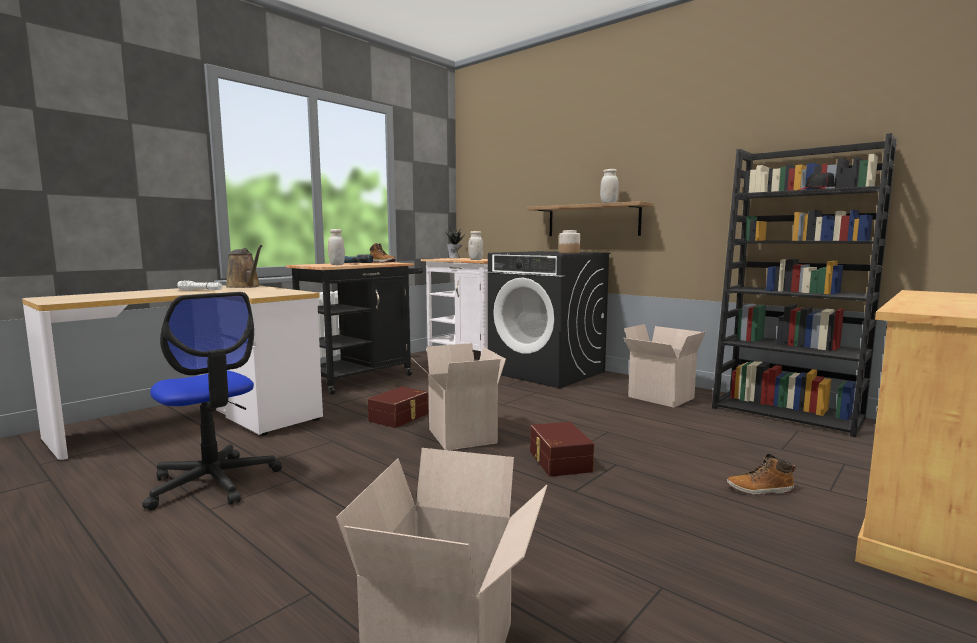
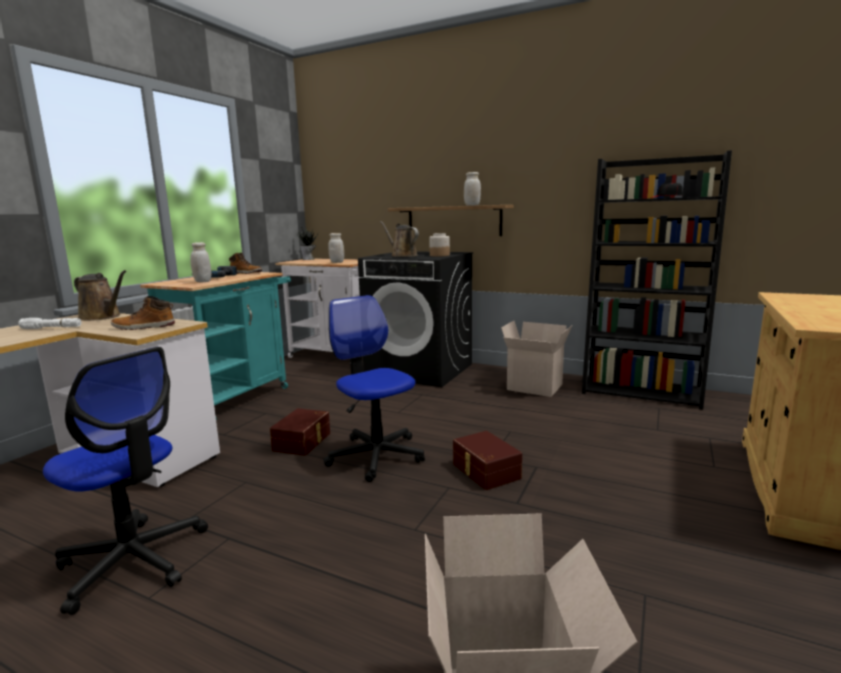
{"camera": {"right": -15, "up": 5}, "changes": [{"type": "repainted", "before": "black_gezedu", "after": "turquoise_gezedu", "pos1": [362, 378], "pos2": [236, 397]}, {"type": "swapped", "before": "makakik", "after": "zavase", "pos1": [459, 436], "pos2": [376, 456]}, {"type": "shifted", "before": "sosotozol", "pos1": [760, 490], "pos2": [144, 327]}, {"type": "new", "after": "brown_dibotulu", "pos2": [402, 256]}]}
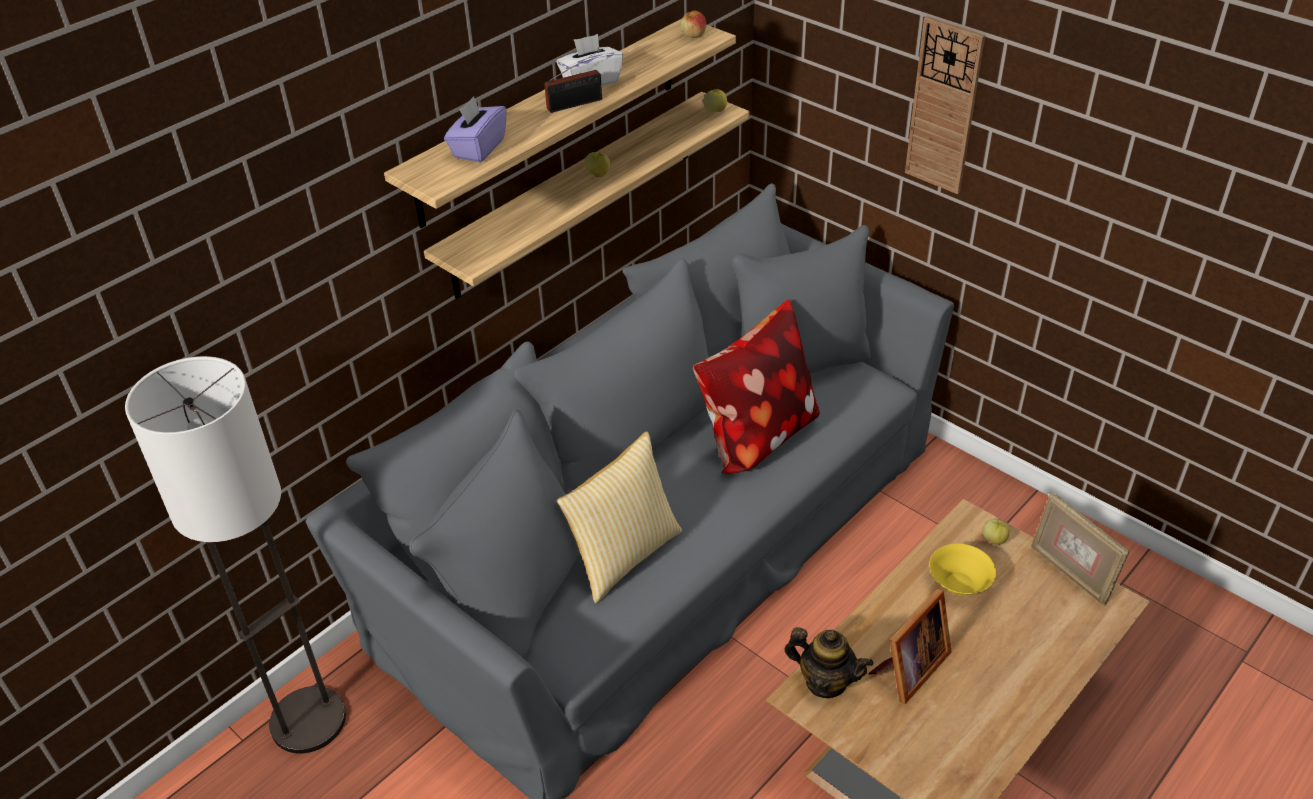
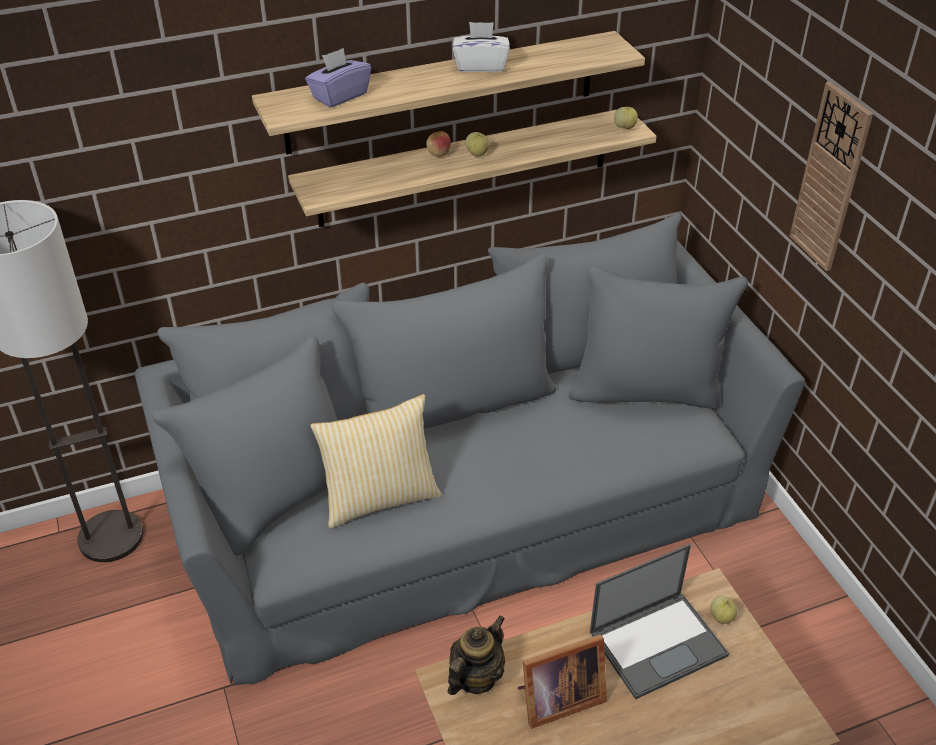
{"camera": {"right": 25, "up": 0}, "changes": [{"type": "gone", "before": "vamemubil", "pos1": [578, 103]}, {"type": "shifted", "before": "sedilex", "pos1": [693, 35], "pos2": [438, 153]}, {"type": "gone", "before": "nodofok", "pos1": [756, 435]}, {"type": "rotated", "before": "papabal", "pos1": [825, 682], "pos2": [475, 677], "turn": -105}, {"type": "swapped", "before": "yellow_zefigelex", "after": "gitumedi", "pos1": [958, 583], "pos2": [659, 643]}, {"type": "gone", "before": "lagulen", "pos1": [1070, 573]}]}
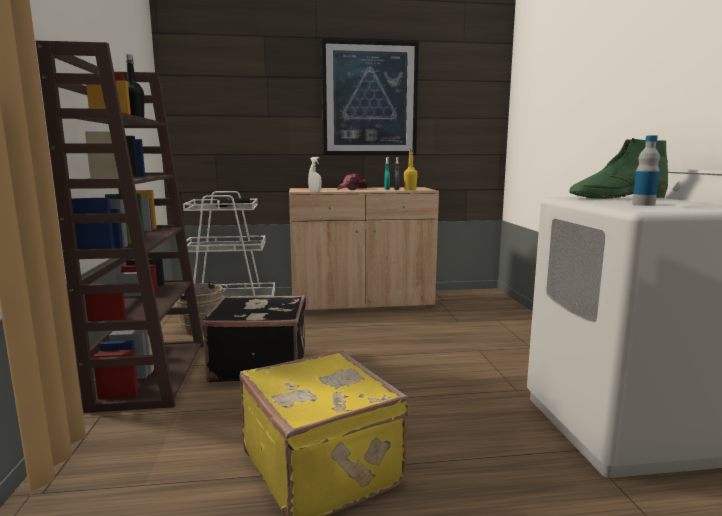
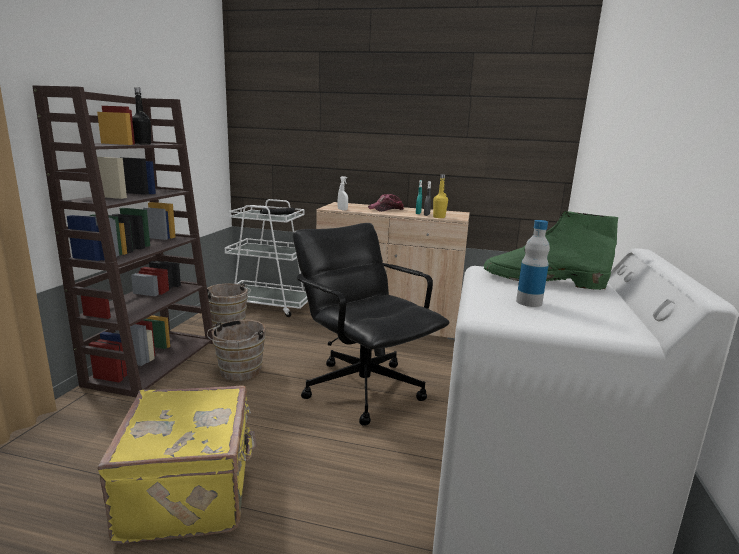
{"camera": {"right": 20, "up": 5}, "changes": [{"type": "swapped", "before": "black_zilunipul", "after": "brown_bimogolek", "pos1": [259, 365], "pos2": [238, 372]}, {"type": "gone", "before": "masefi", "pos1": [370, 99]}, {"type": "new", "after": "black_zavase", "pos2": [363, 388]}]}
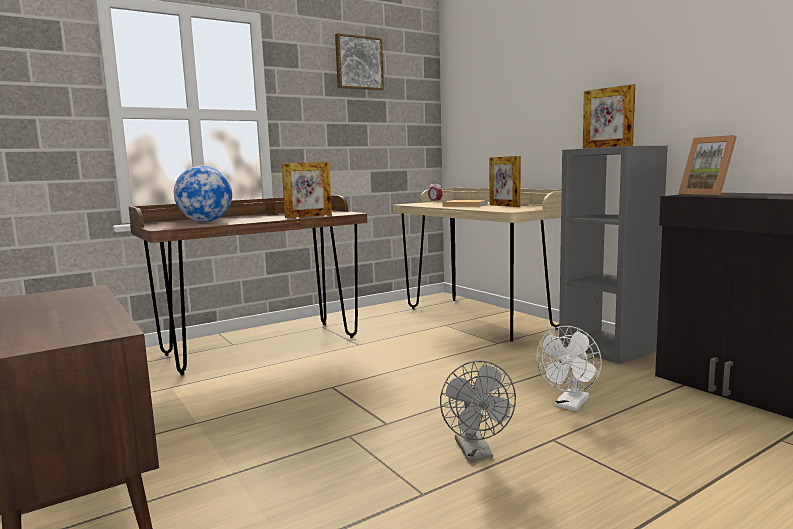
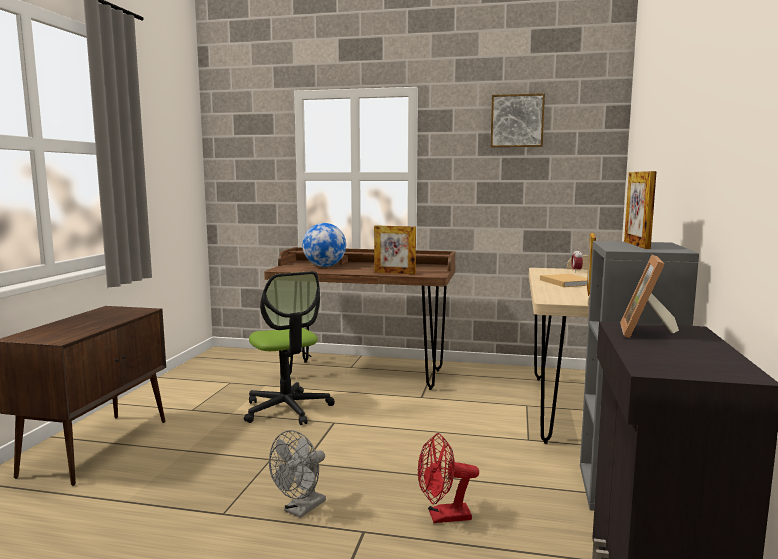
{"camera": {"right": 45, "up": 0}, "changes": [{"type": "repainted", "before": "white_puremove", "after": "red_puremove", "pos1": [570, 405], "pos2": [443, 517]}, {"type": "new", "after": "zavase", "pos2": [287, 409]}]}
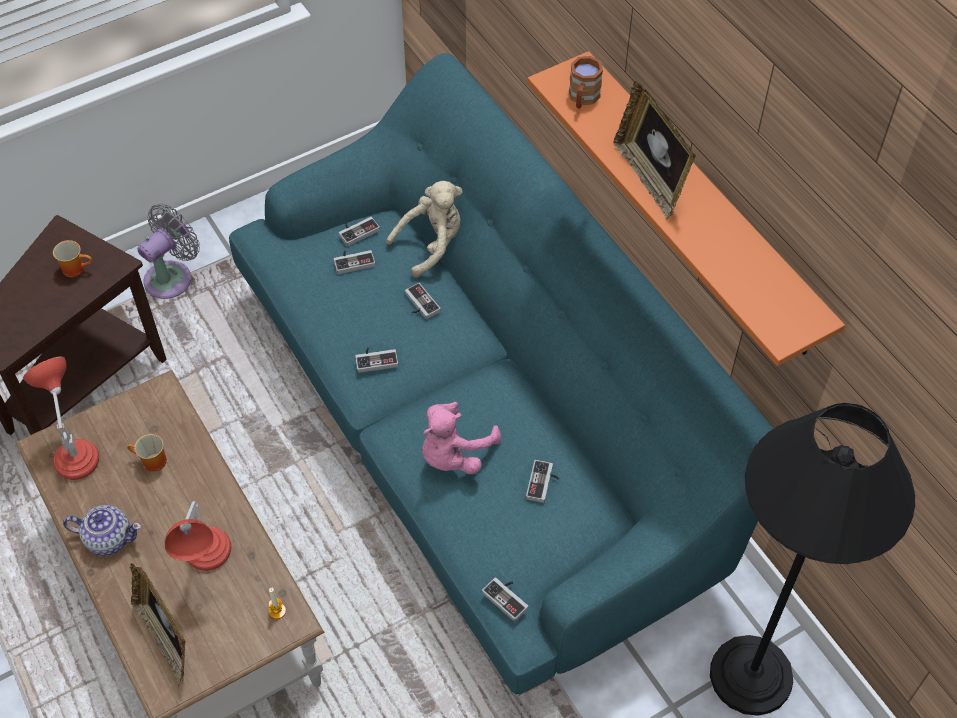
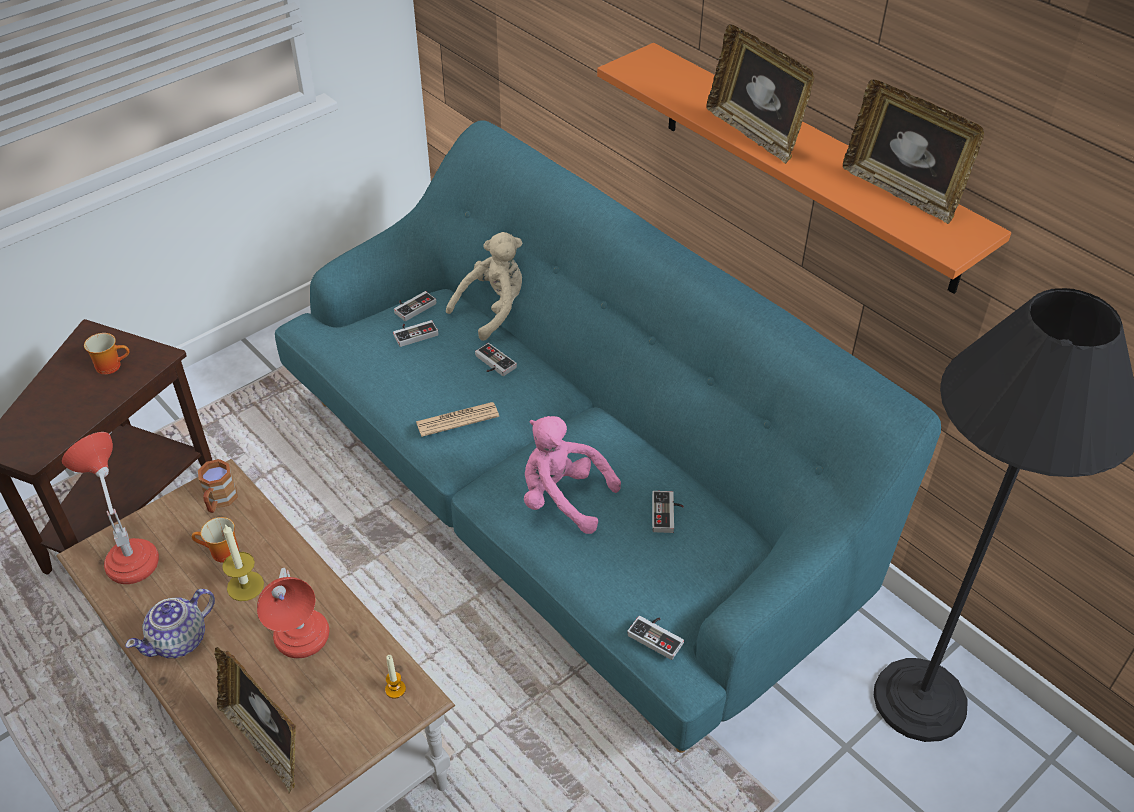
{"camera": {"right": -10, "up": -10}, "changes": [{"type": "rotated", "before": "papabal", "pos1": [108, 538], "pos2": [180, 640], "turn": 135}, {"type": "gone", "before": "grey_puremove", "pos1": [172, 277]}, {"type": "swapped", "before": "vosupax", "after": "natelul", "pos1": [376, 359], "pos2": [457, 419]}, {"type": "rotated", "before": "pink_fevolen", "pos1": [454, 454], "pos2": [562, 498], "turn": 90}, {"type": "shifted", "before": "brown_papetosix", "pos1": [582, 99], "pos2": [219, 501]}, {"type": "new", "after": "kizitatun", "pos2": [245, 586]}, {"type": "new", "after": "lagulen", "pos2": [902, 191]}]}
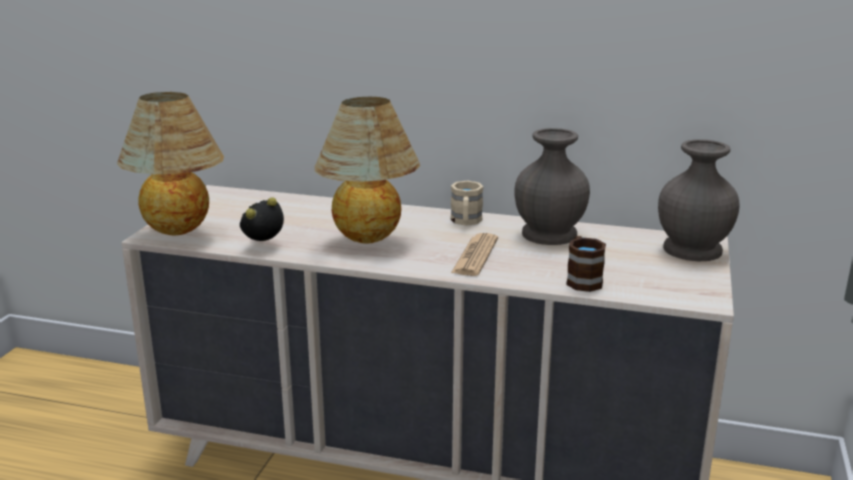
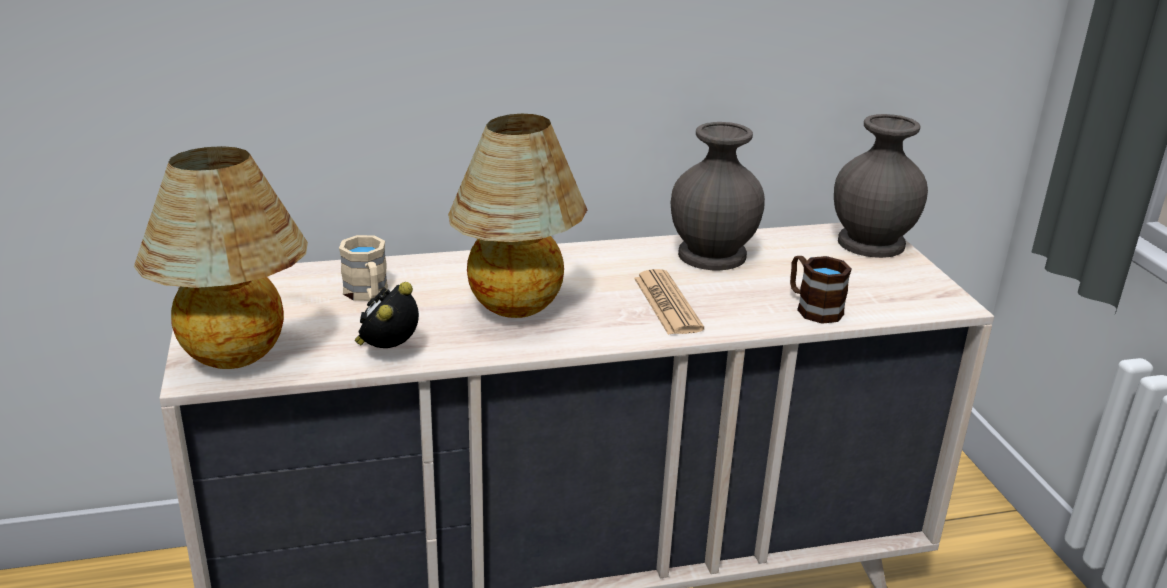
{"camera": {"right": -30, "up": 5}, "changes": [{"type": "shifted", "before": "beige_papetosix", "pos1": [466, 222], "pos2": [368, 295]}]}
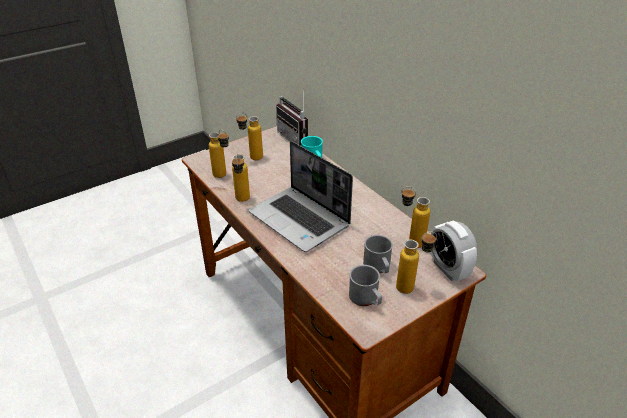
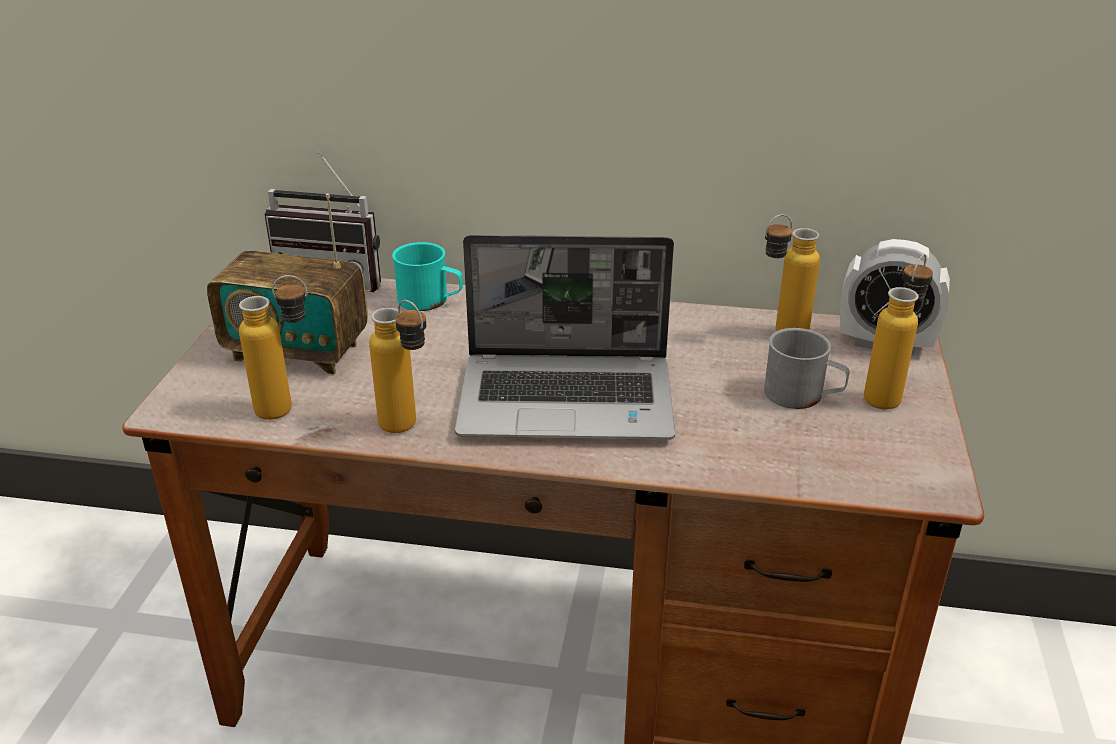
{"camera": {"right": -45, "up": -5}, "changes": [{"type": "swapped", "before": "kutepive", "after": "vamemubil", "pos1": [251, 159], "pos2": [297, 351]}, {"type": "gone", "before": "grey_papetosix", "pos1": [366, 299]}]}
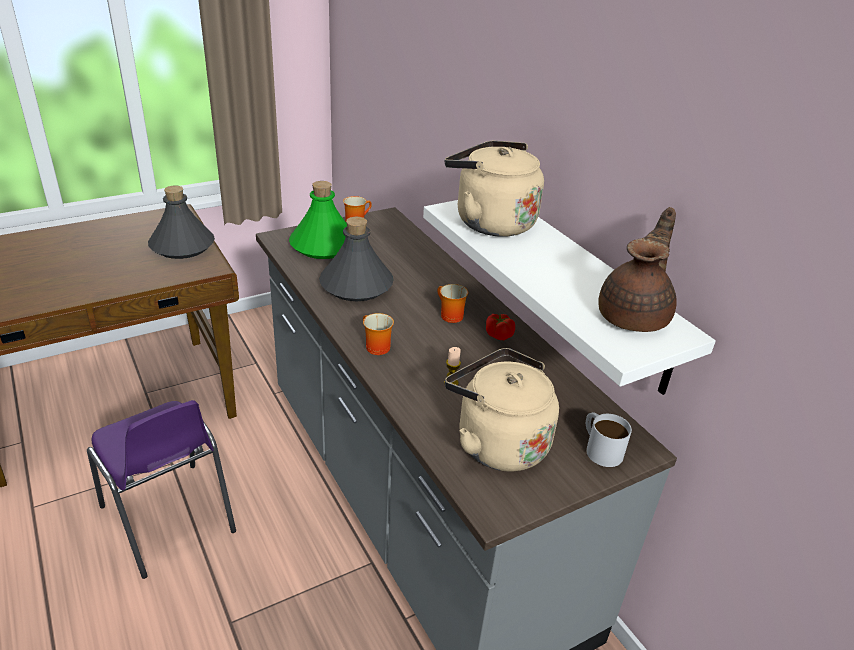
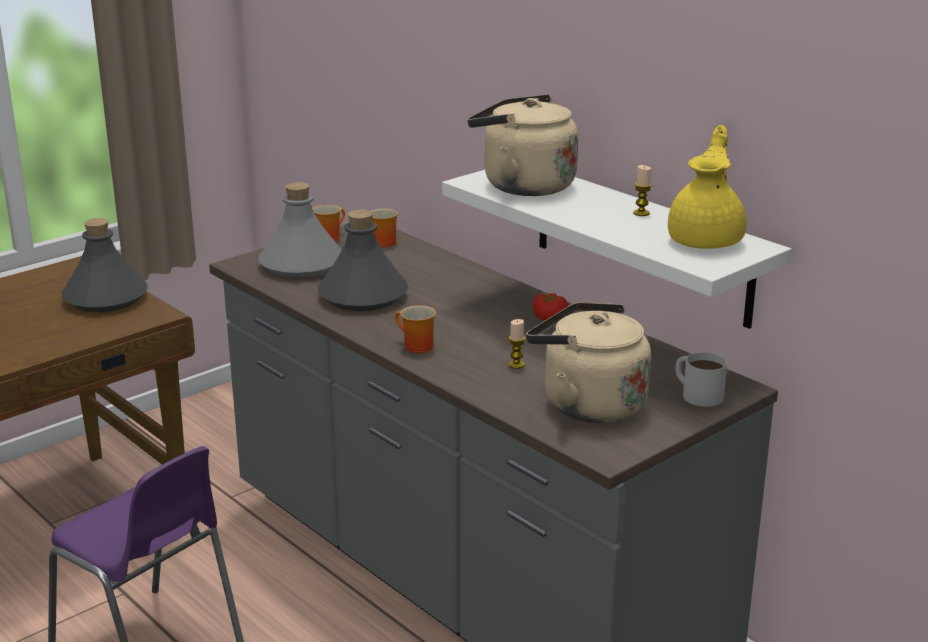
{"camera": {"right": -10, "up": -10}, "changes": [{"type": "repainted", "before": "green_kutepive", "after": "grey_kutepive", "pos1": [324, 245], "pos2": [302, 265]}, {"type": "shifted", "before": "papetosix", "pos1": [448, 315], "pos2": [380, 243]}, {"type": "repainted", "before": "brown_papabal", "after": "yellow_papabal", "pos1": [635, 316], "pos2": [707, 240]}, {"type": "new", "after": "kizitatun", "pos2": [641, 213]}]}
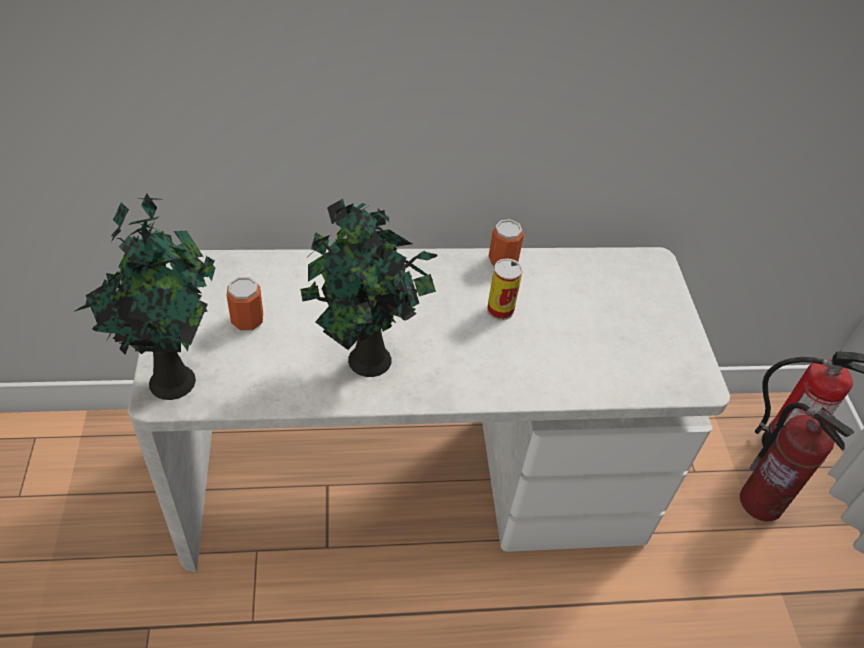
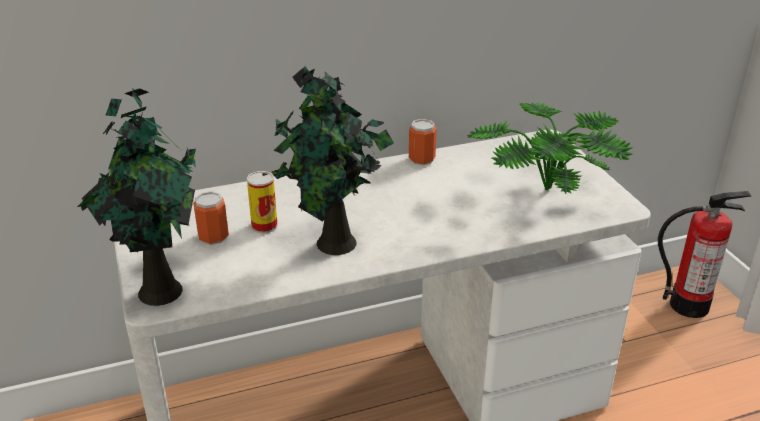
{"camera": {"right": -10, "up": -15}, "changes": [{"type": "shifted", "before": "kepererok", "pos1": [500, 310], "pos2": [264, 226]}, {"type": "gone", "before": "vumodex", "pos1": [761, 502]}, {"type": "new", "after": "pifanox", "pos2": [544, 194]}]}
